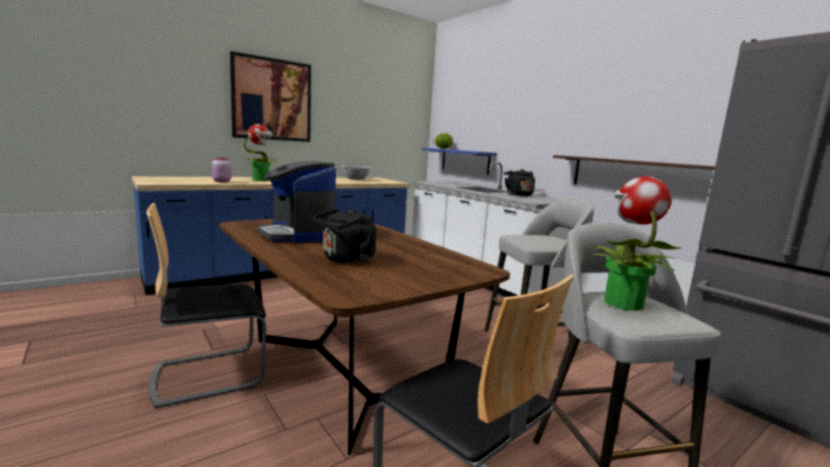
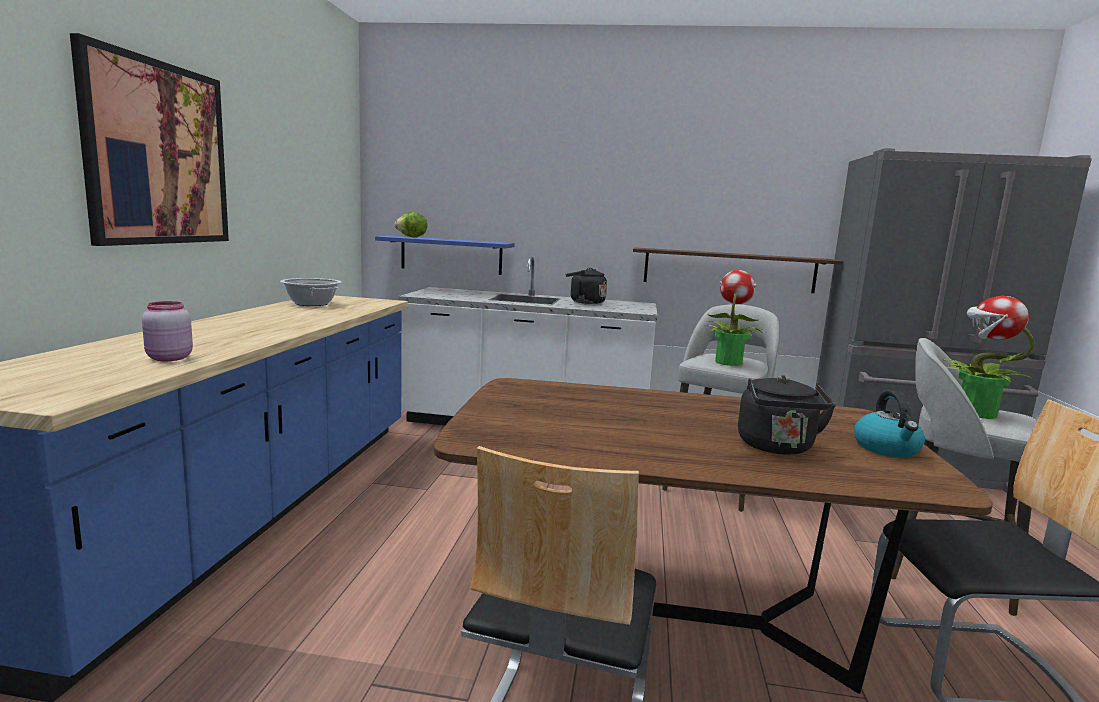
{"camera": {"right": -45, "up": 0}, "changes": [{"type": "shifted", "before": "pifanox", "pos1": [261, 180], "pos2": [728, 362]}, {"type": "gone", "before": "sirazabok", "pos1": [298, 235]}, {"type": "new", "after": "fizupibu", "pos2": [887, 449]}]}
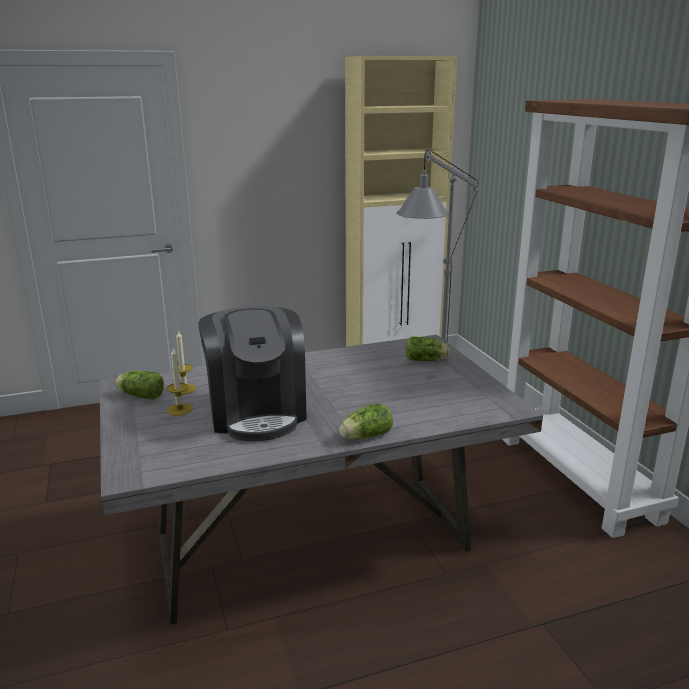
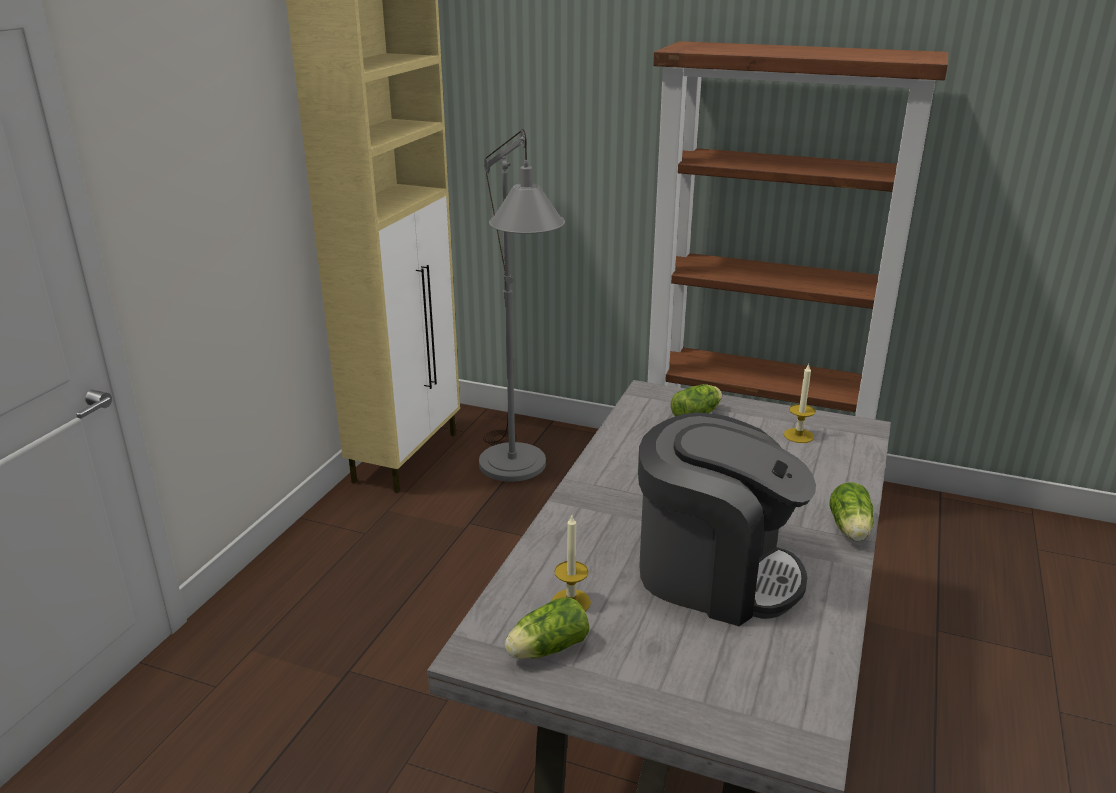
{"camera": {"right": -50, "up": 5}, "changes": [{"type": "shifted", "before": "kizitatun", "pos1": [179, 409], "pos2": [798, 435]}]}
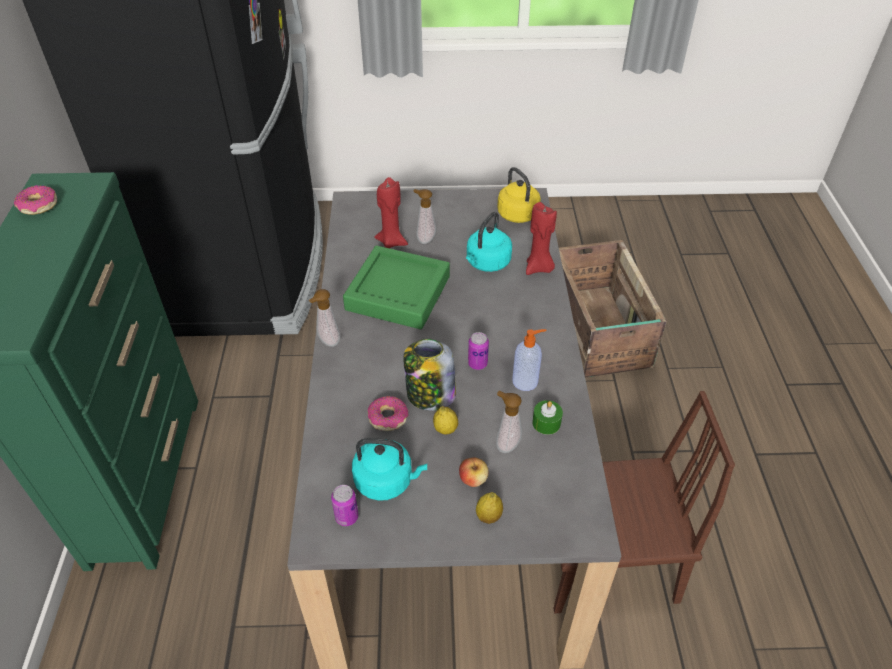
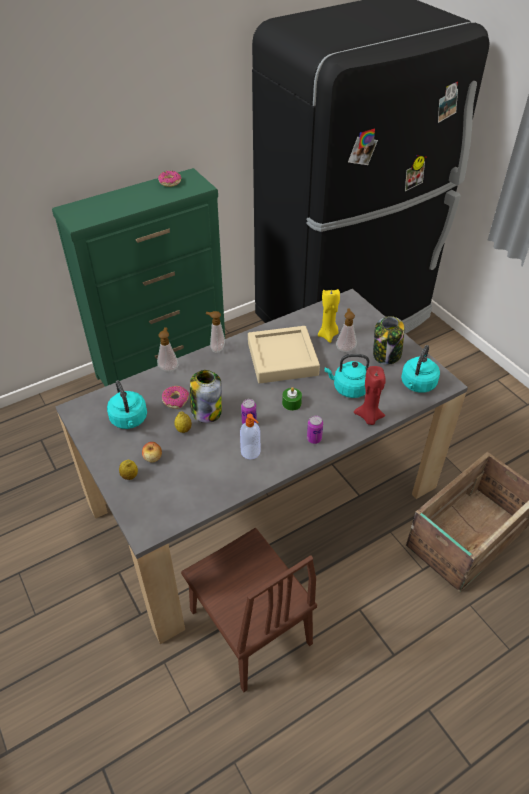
{"camera": {"right": 60, "up": 0}, "changes": [{"type": "shifted", "before": "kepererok", "pos1": [347, 517], "pos2": [314, 439]}, {"type": "repainted", "before": "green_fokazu", "after": "beige_fokazu", "pos1": [398, 293], "pos2": [282, 359]}, {"type": "repainted", "before": "red_kizitatun", "after": "yellow_kizitatun", "pos1": [392, 242], "pos2": [328, 335]}, {"type": "shifted", "before": "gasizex", "pos1": [506, 444], "pos2": [169, 368]}, {"type": "repainted", "before": "yellow_fizupibu", "after": "turquoise_fizupibu", "pos1": [519, 216], "pos2": [417, 385]}, {"type": "shifted", "before": "green_kizitatun", "pos1": [546, 423], "pos2": [291, 403]}, {"type": "new", "after": "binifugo", "pos2": [386, 355]}]}
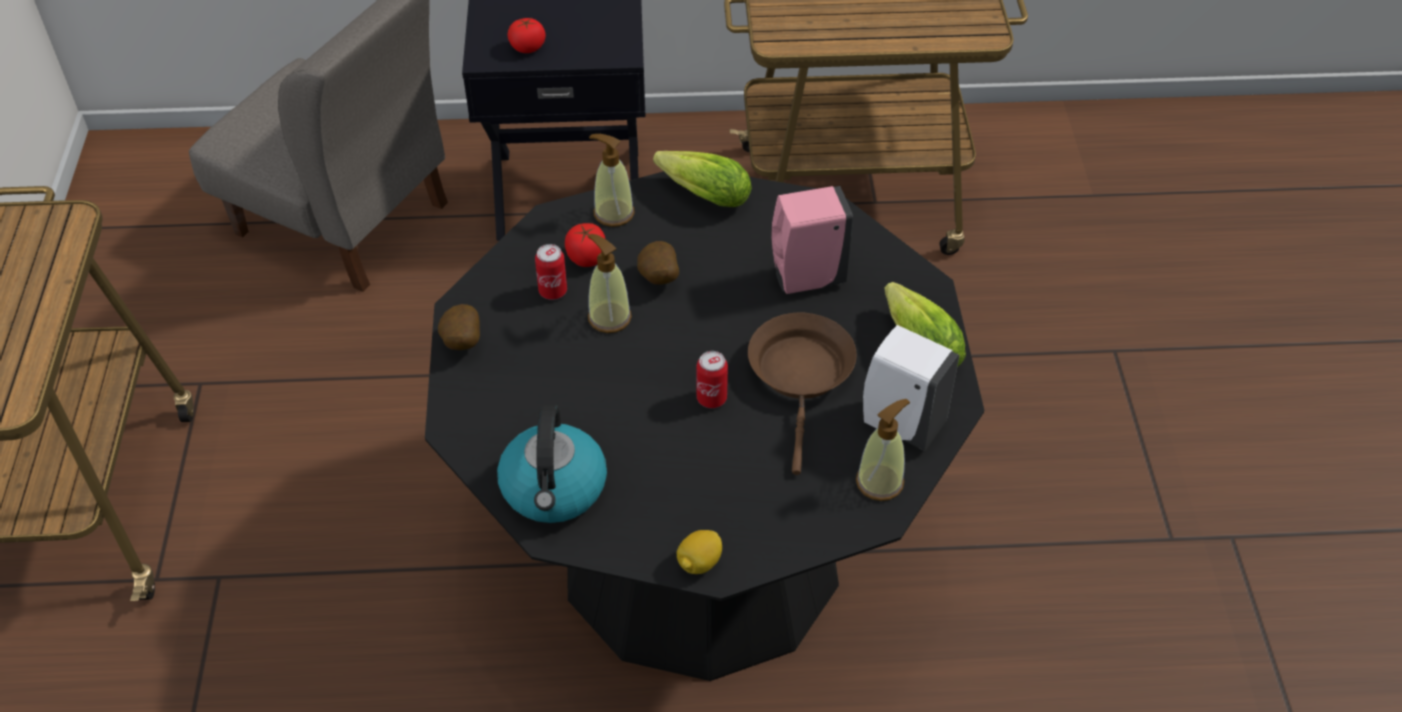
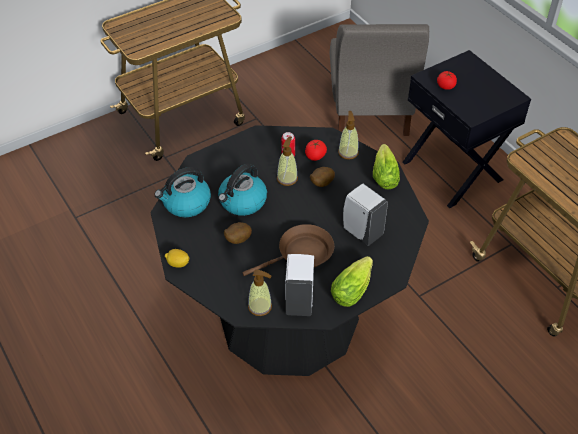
{"camera": {"right": 60, "up": 0}, "changes": [{"type": "shifted", "before": "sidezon", "pos1": [461, 343], "pos2": [237, 239]}, {"type": "gone", "before": "kepererok", "pos1": [711, 398]}, {"type": "repainted", "before": "pink_gasizex", "after": "white_gasizex", "pos1": [804, 278], "pos2": [361, 231]}, {"type": "new", "after": "fizupibu", "pos2": [242, 202]}]}
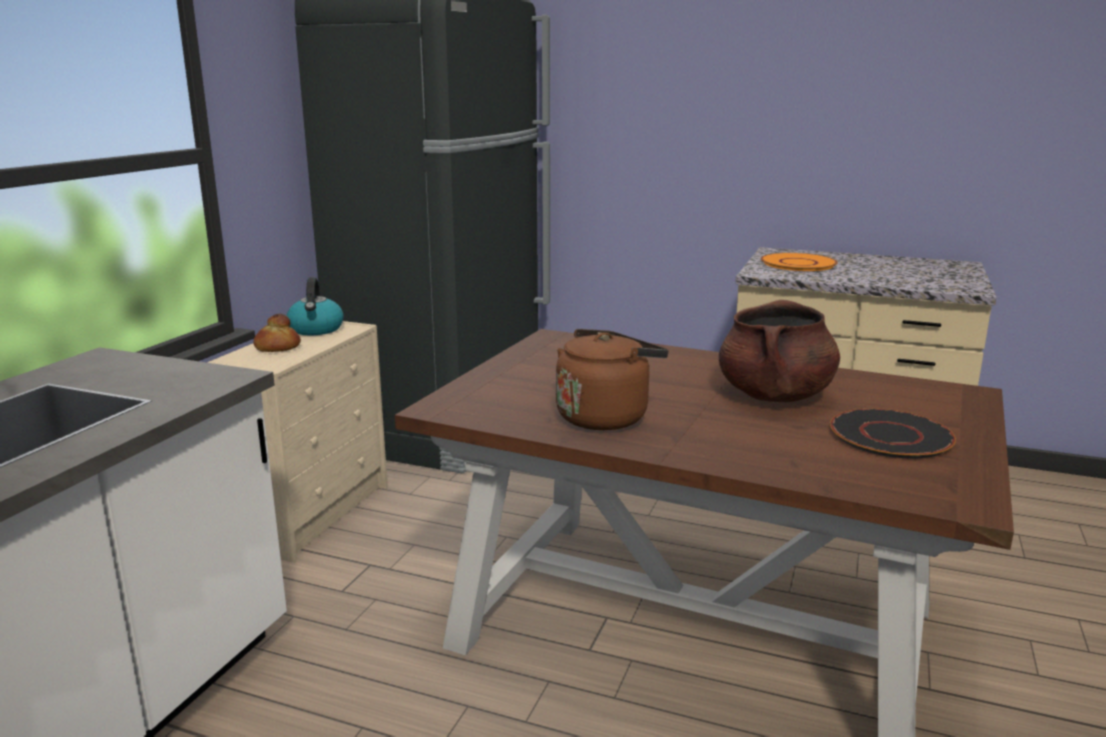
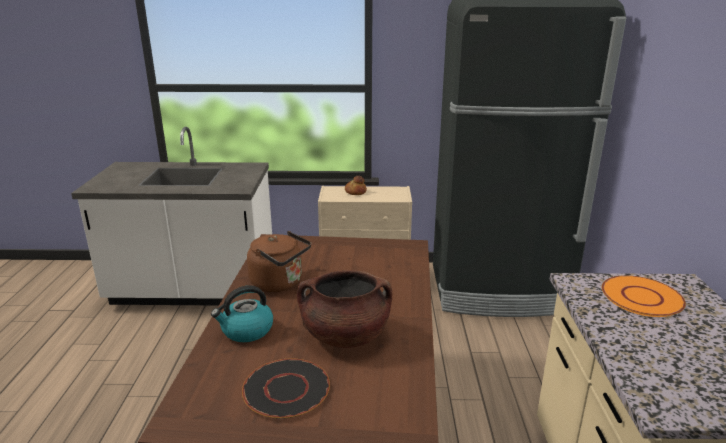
{"camera": {"right": 70, "up": 5}, "changes": [{"type": "shifted", "before": "fizupibu", "pos1": [316, 329], "pos2": [246, 330]}]}
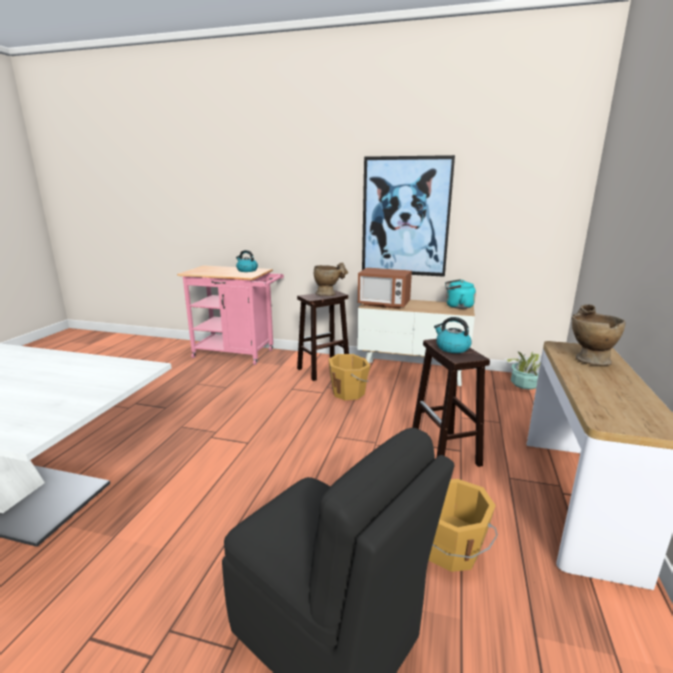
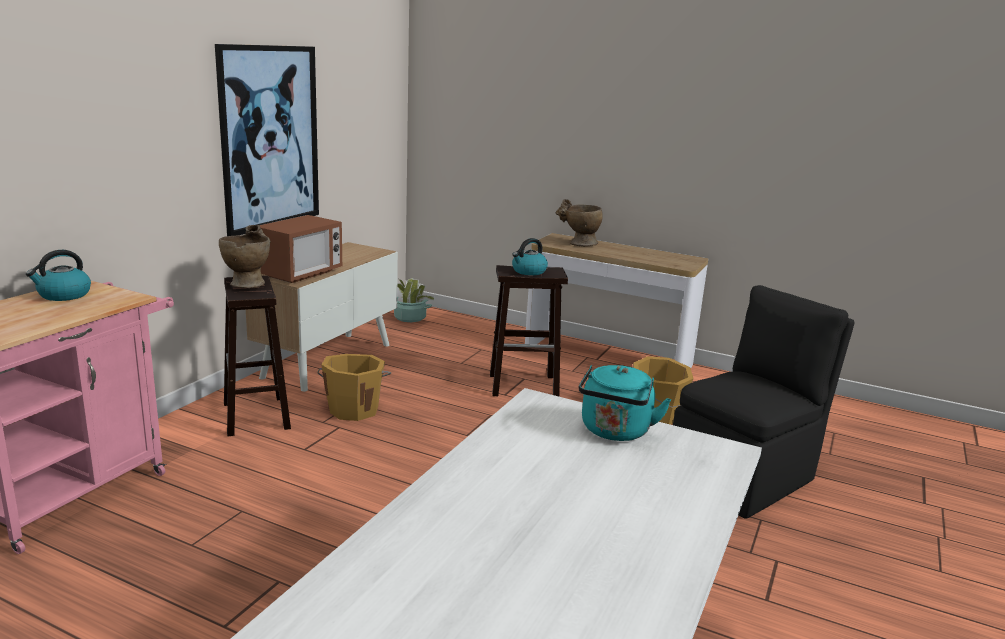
{"camera": {"right": -80, "up": 0}, "changes": [{"type": "shifted", "before": "turquoise_fizupibu", "pos1": [457, 306], "pos2": [615, 432]}]}
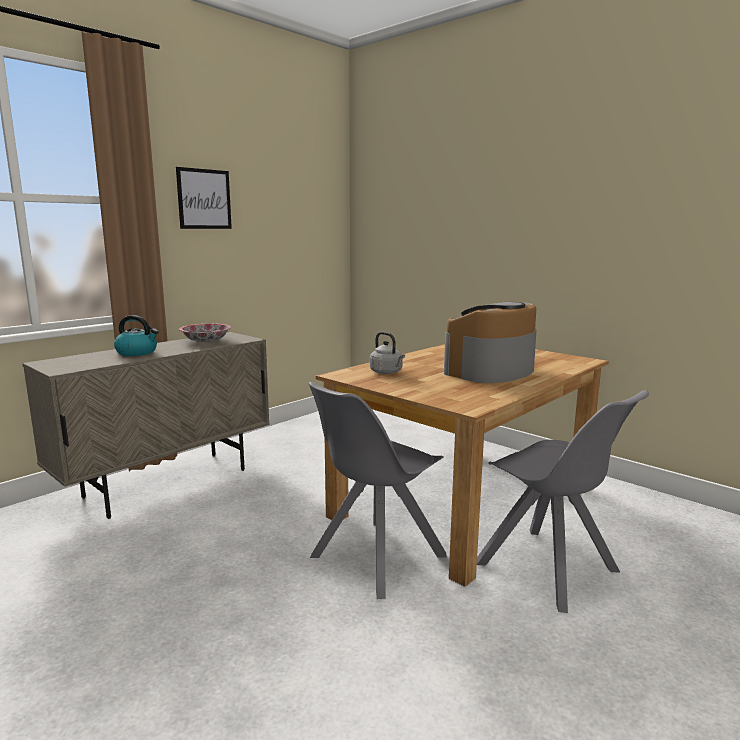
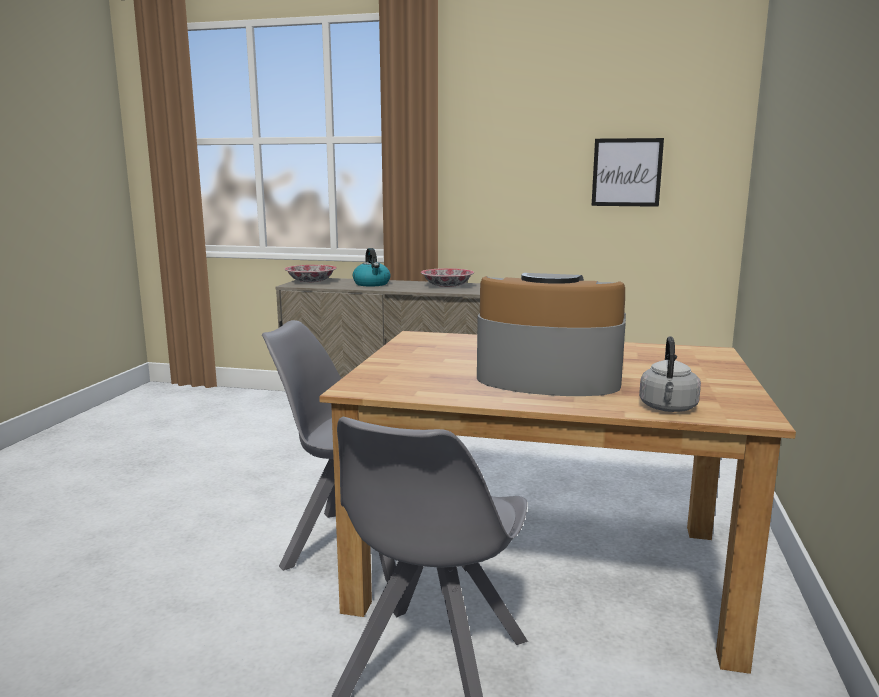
{"camera": {"right": 60, "up": 0}, "changes": [{"type": "shifted", "before": "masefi", "pos1": [204, 199], "pos2": [626, 172]}, {"type": "shifted", "before": "grey_fizupibu", "pos1": [387, 372], "pos2": [668, 408]}, {"type": "new", "after": "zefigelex", "pos2": [311, 281]}]}
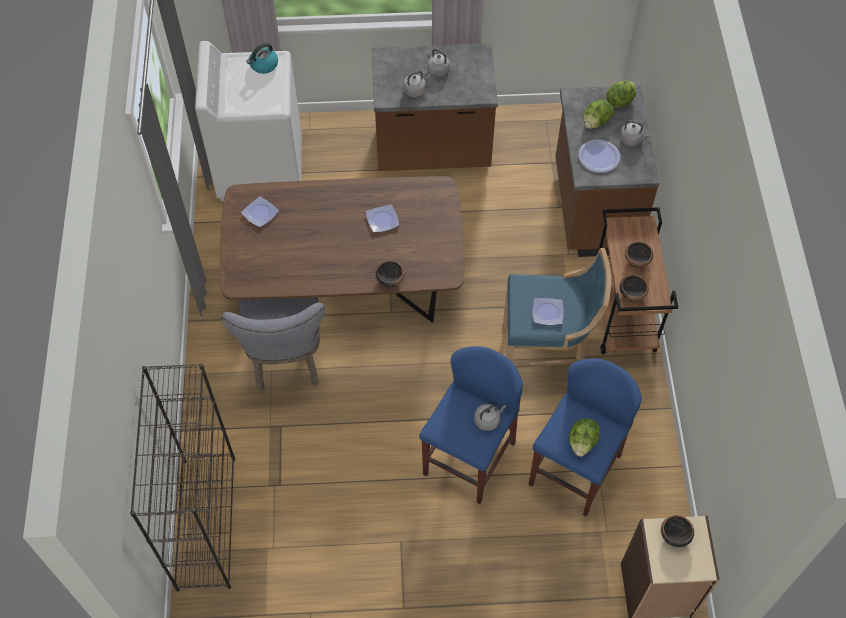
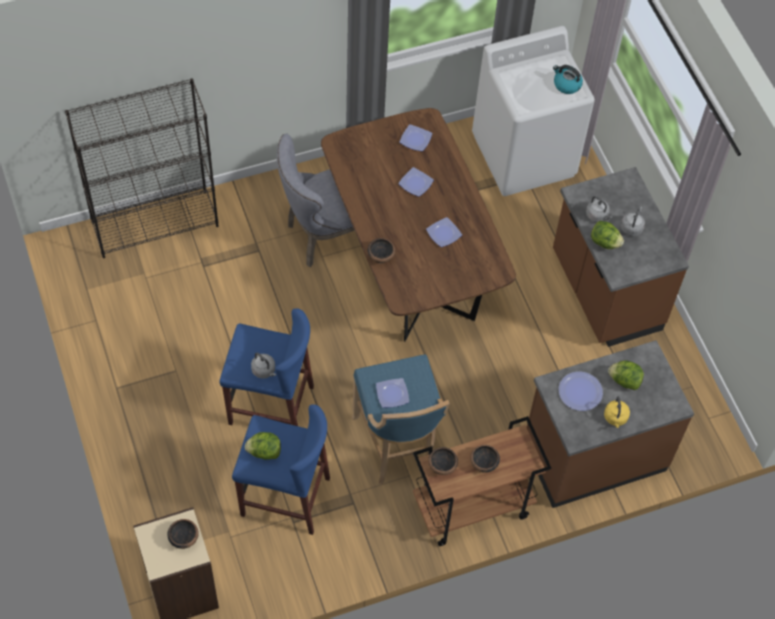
{"camera": {"right": 70, "up": 0}, "changes": [{"type": "shifted", "before": "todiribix", "pos1": [620, 101], "pos2": [605, 242]}, {"type": "repainted", "before": "grey_fizupibu", "after": "yellow_fizupibu", "pos1": [632, 139], "pos2": [615, 418]}, {"type": "new", "after": "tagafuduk", "pos2": [416, 183]}]}
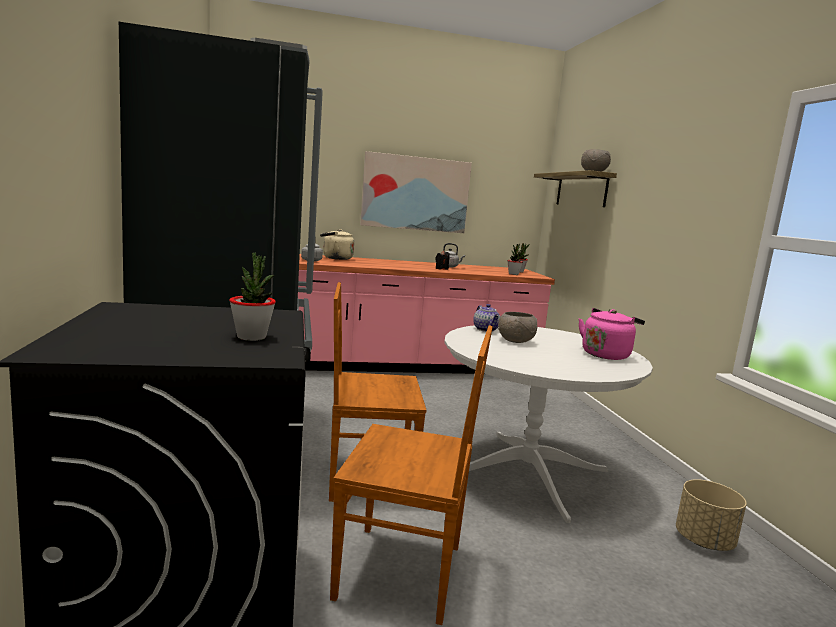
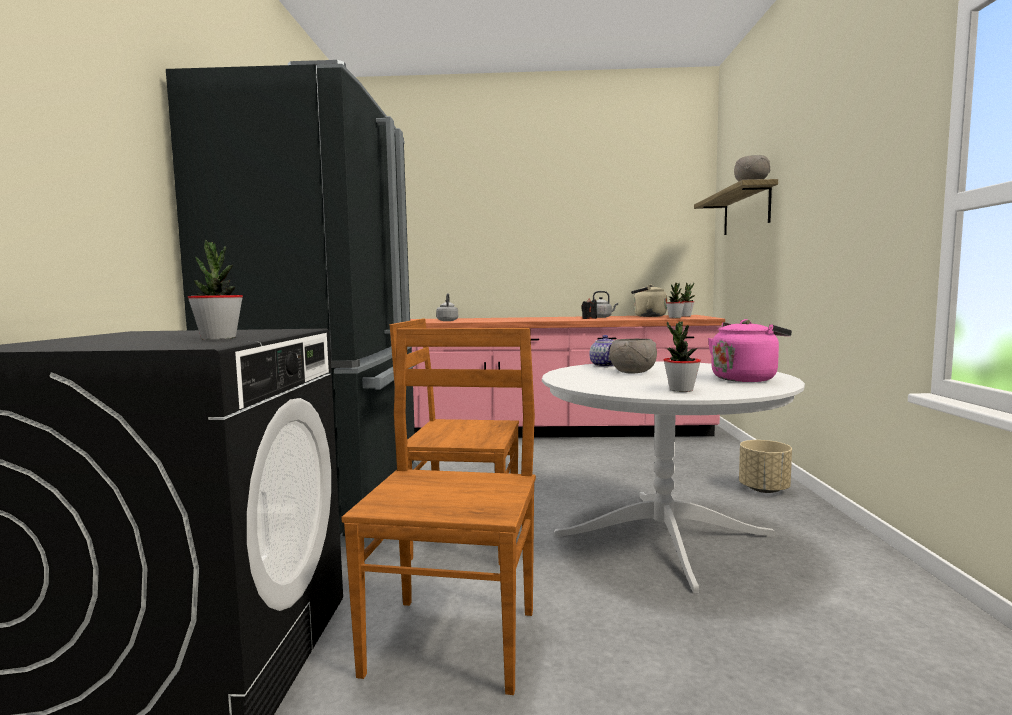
{"camera": {"right": 15, "up": -5}, "changes": [{"type": "shifted", "before": "beige_fizupibu", "pos1": [335, 258], "pos2": [647, 316]}, {"type": "rotated", "before": "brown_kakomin", "pos1": [404, 572], "pos2": [454, 638], "turn": -105}, {"type": "gone", "before": "masefi", "pos1": [415, 193]}, {"type": "shifted", "before": "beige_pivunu", "pos1": [704, 541], "pos2": [764, 489]}, {"type": "new", "after": "pifanox", "pos2": [681, 390]}]}
